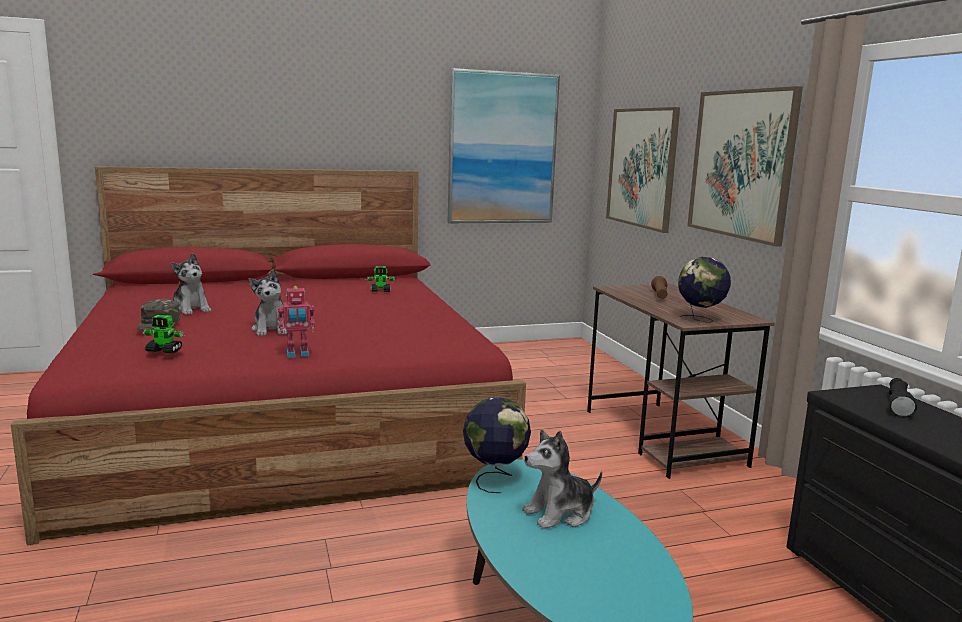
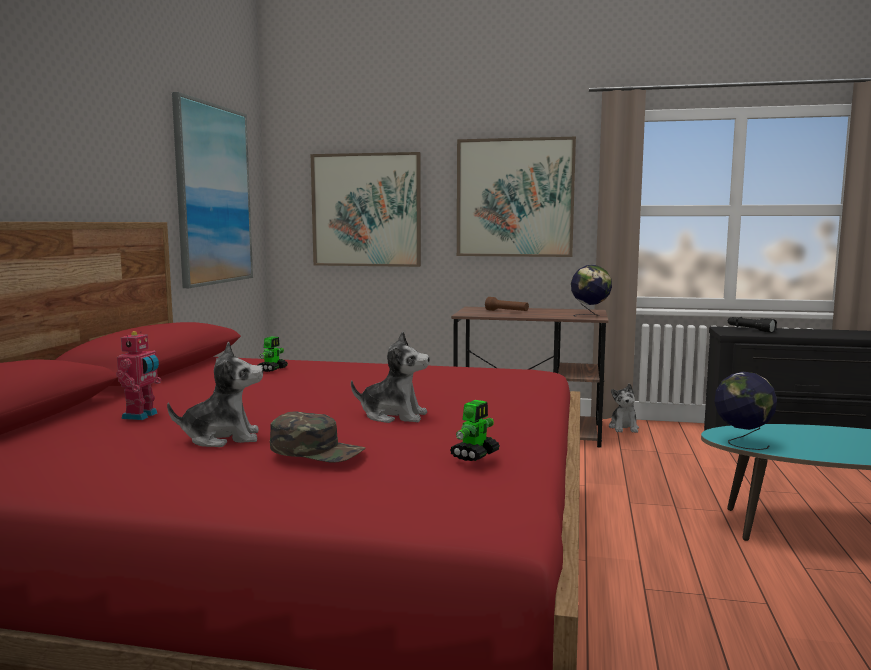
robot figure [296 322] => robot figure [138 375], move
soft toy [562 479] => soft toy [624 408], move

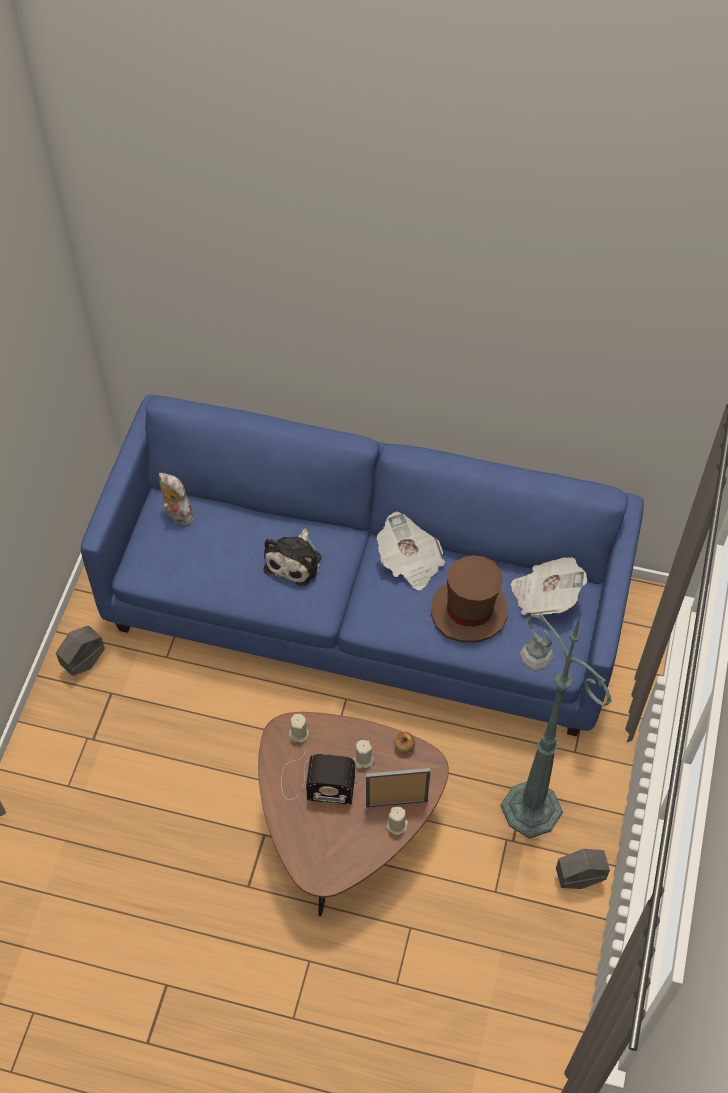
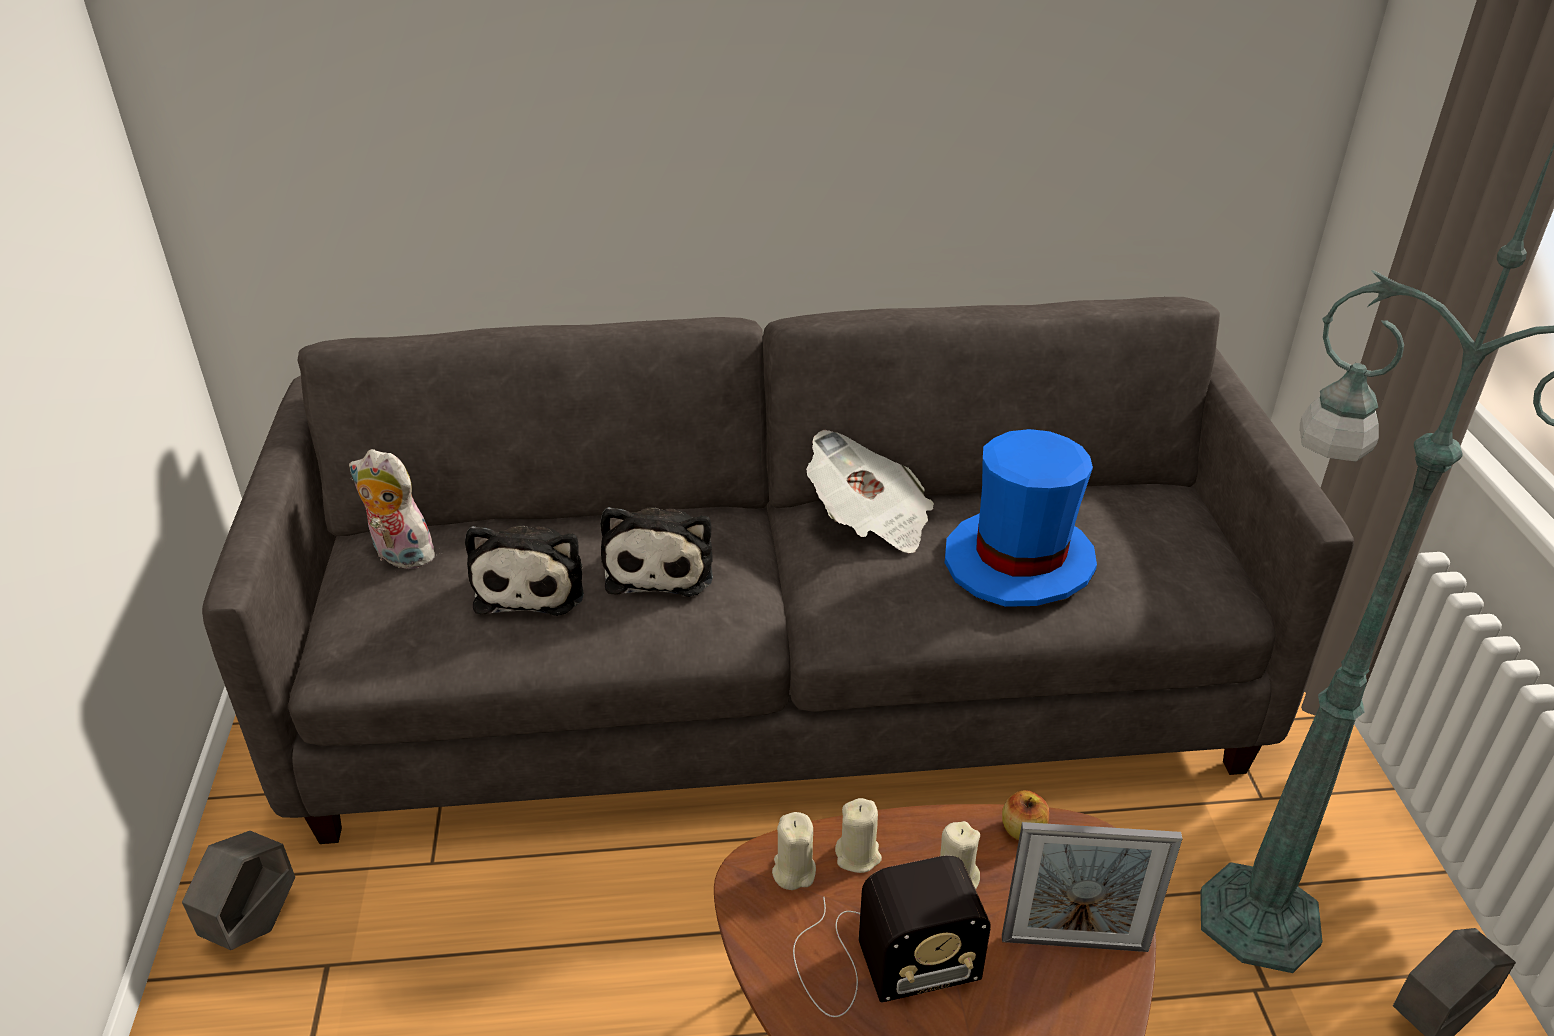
settee in bluish [362 565] => settee in grey [778 570]
picture frame [398 787] => picture frame [1092 887], 150 degrees counterclockwise
wax candle in beige [397 821] => wax candle in beige [858 835], move
hat in brown [469 599] => hat in bluish [1021 518]
newspaper [549 586] => nothing
nothing => soft toy [524 570]

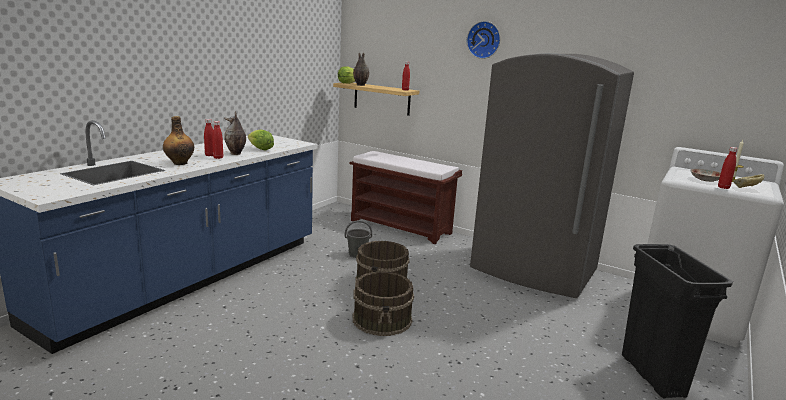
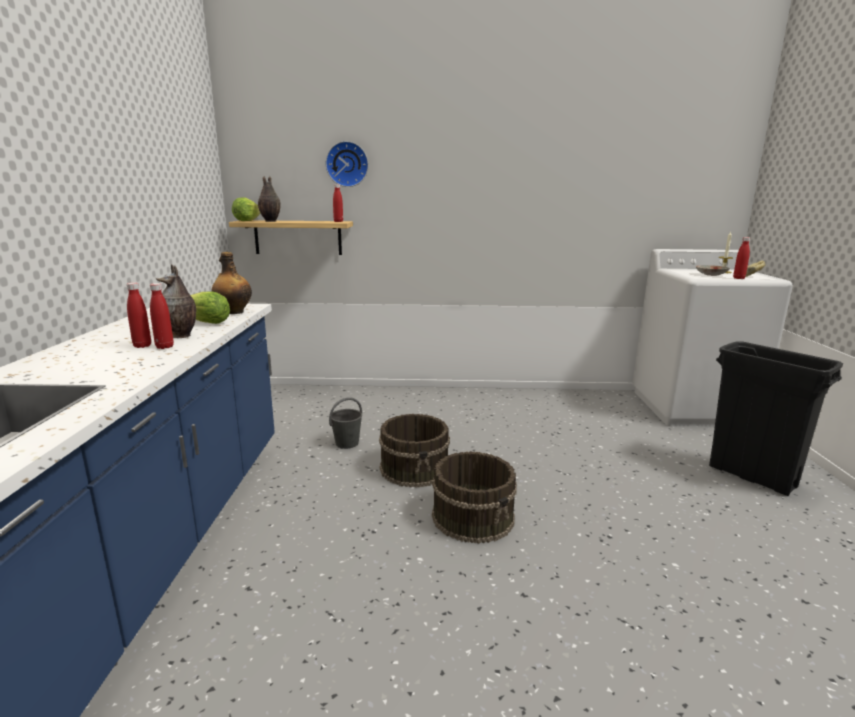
bottle [178 140] => bottle [231 283], move
long seat in brown [406 197] => nothing
wall clock [483 40] => wall clock [347 164], move
fridge in grey [552 175] => nothing

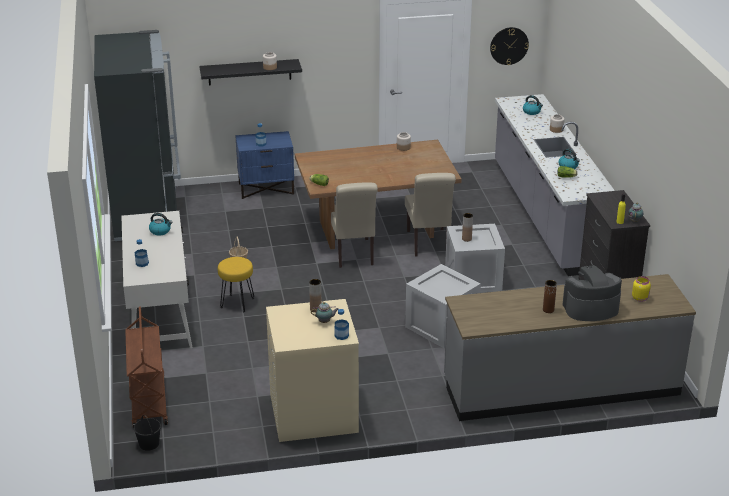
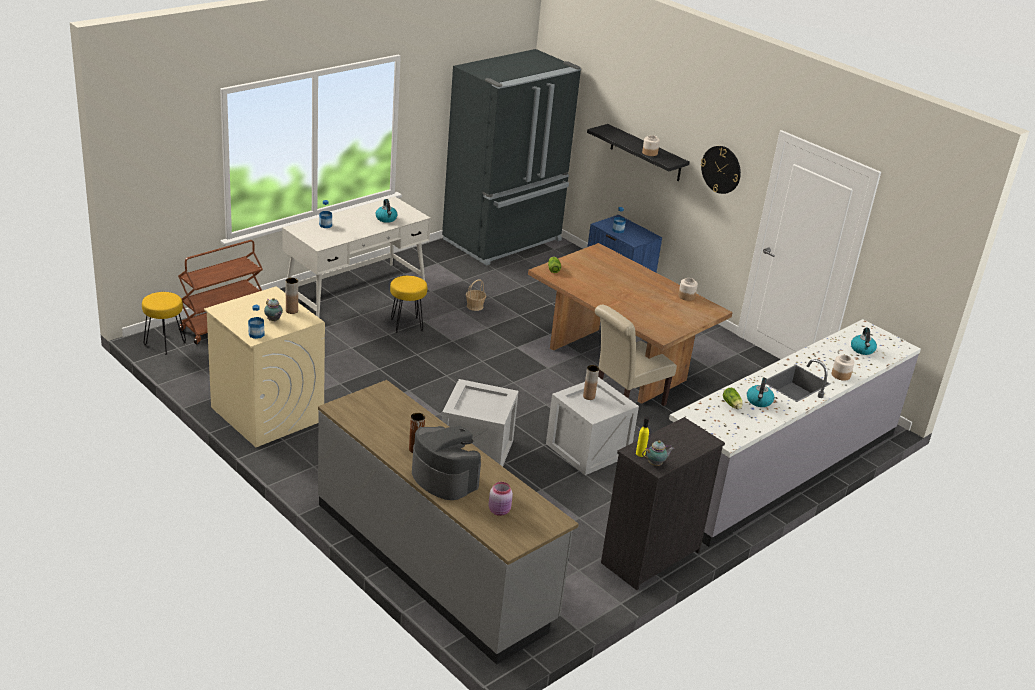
pail in blackish [147 433] => stool in yellowish [164 323]
upright chair in beige [354 225] => nothing
wall clock [509 46] => wall clock [721 170], move
jar in yellowish [641 289] => jar in pinkish [501 499]

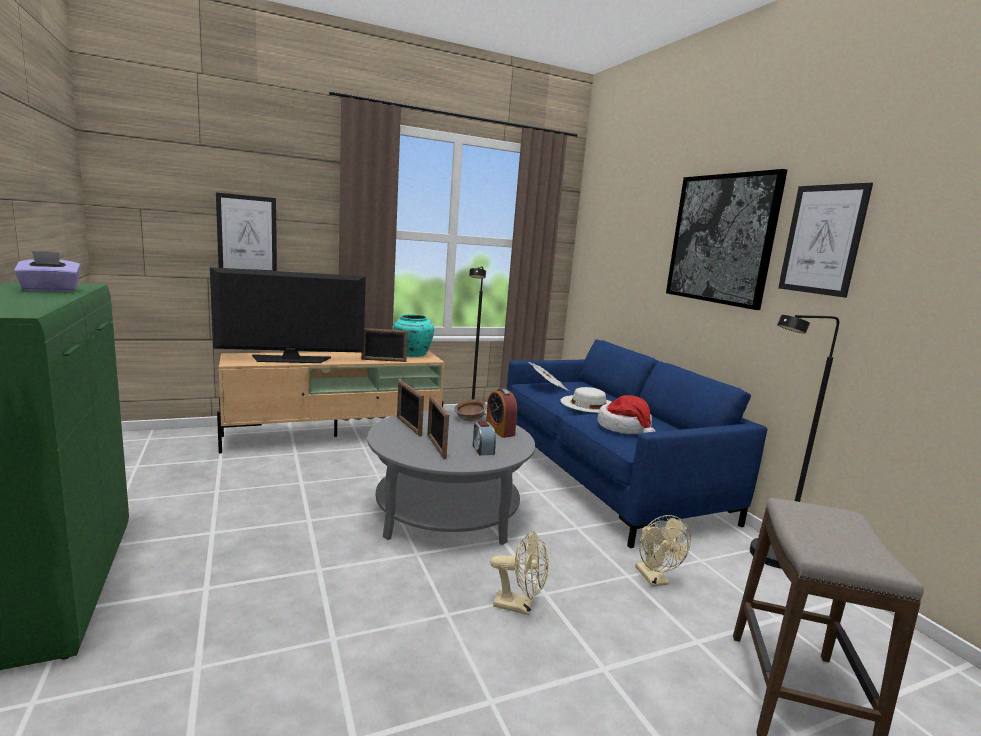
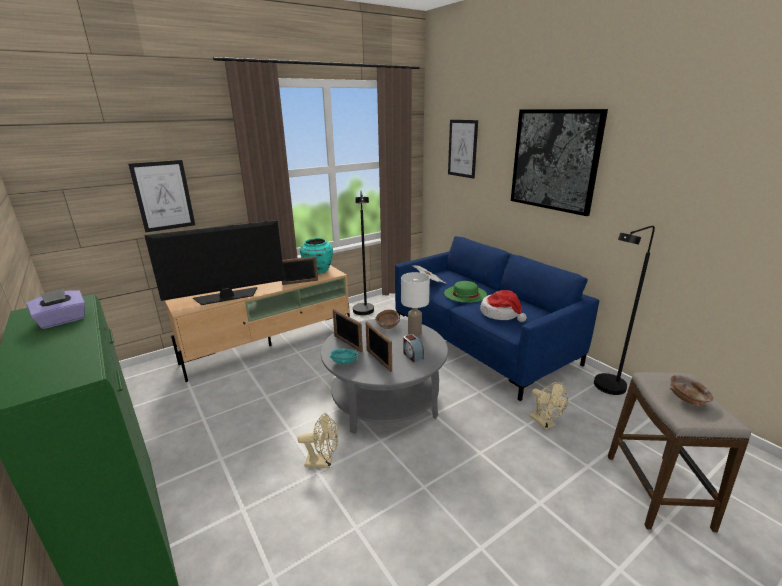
table clock [501 413] => lamp for a table in white [415 304]
fan in beige [519 573] => fan in beige [317 440], move
hat in white [585 400] => hat in greenish [465 292]
wall picture [825 240] => wall picture [463 149], move
nothing => serving bowl in turquoise-coloured [344 356]
nothing => serving bowl in brown [691 390]

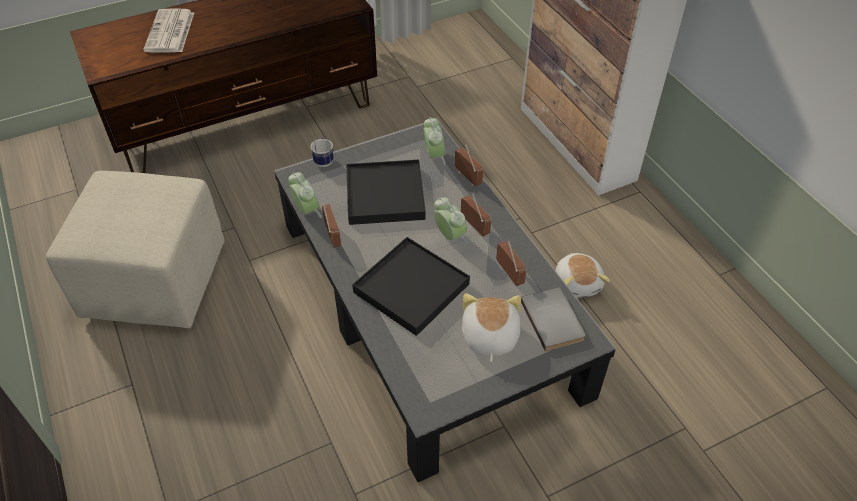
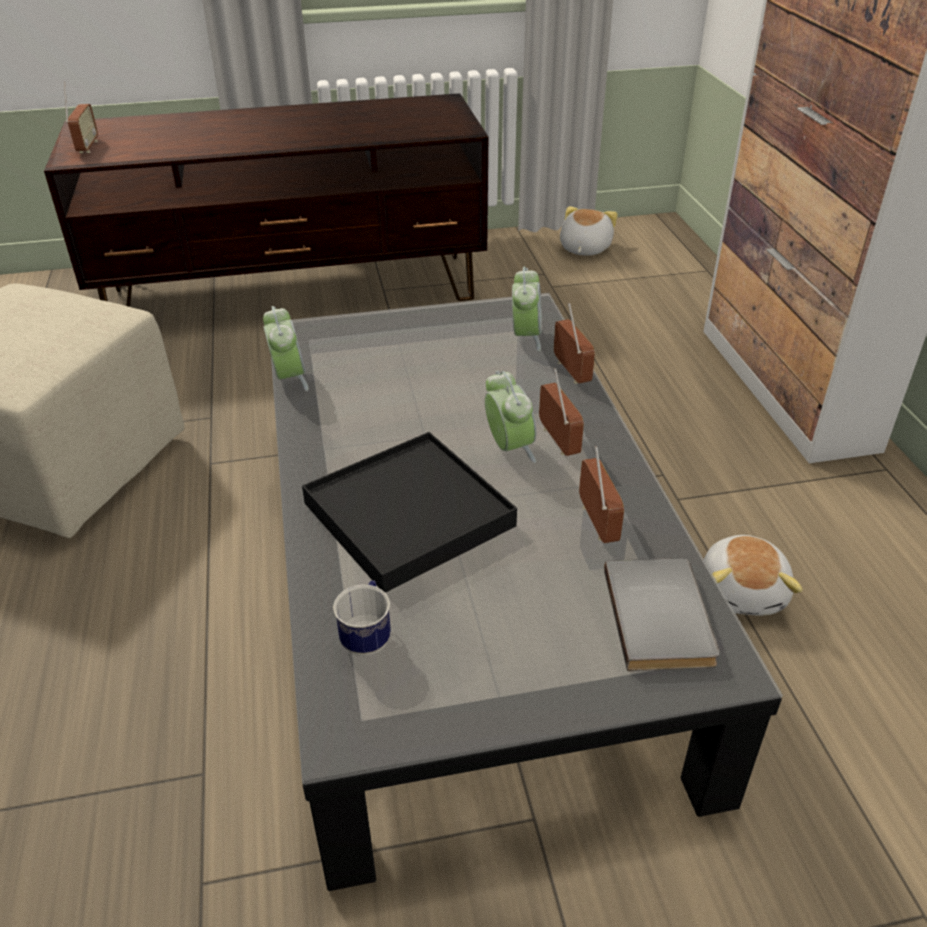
newspaper [168 30] => nothing
mug [322 152] => mug [362 618], move
radio set [331 225] => radio set [81 117], move
serving tray in blackish [386 192] => nothing
soft toy [491 327] => soft toy [589 231], move

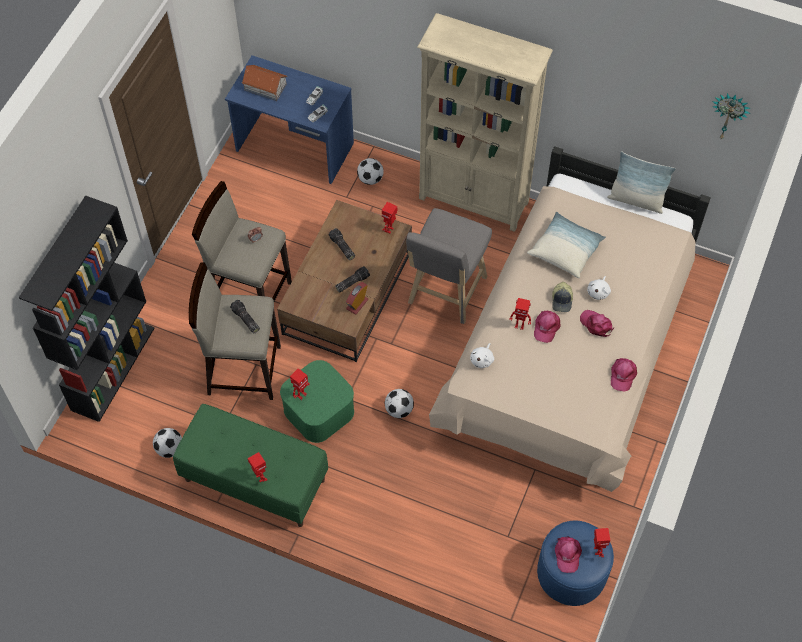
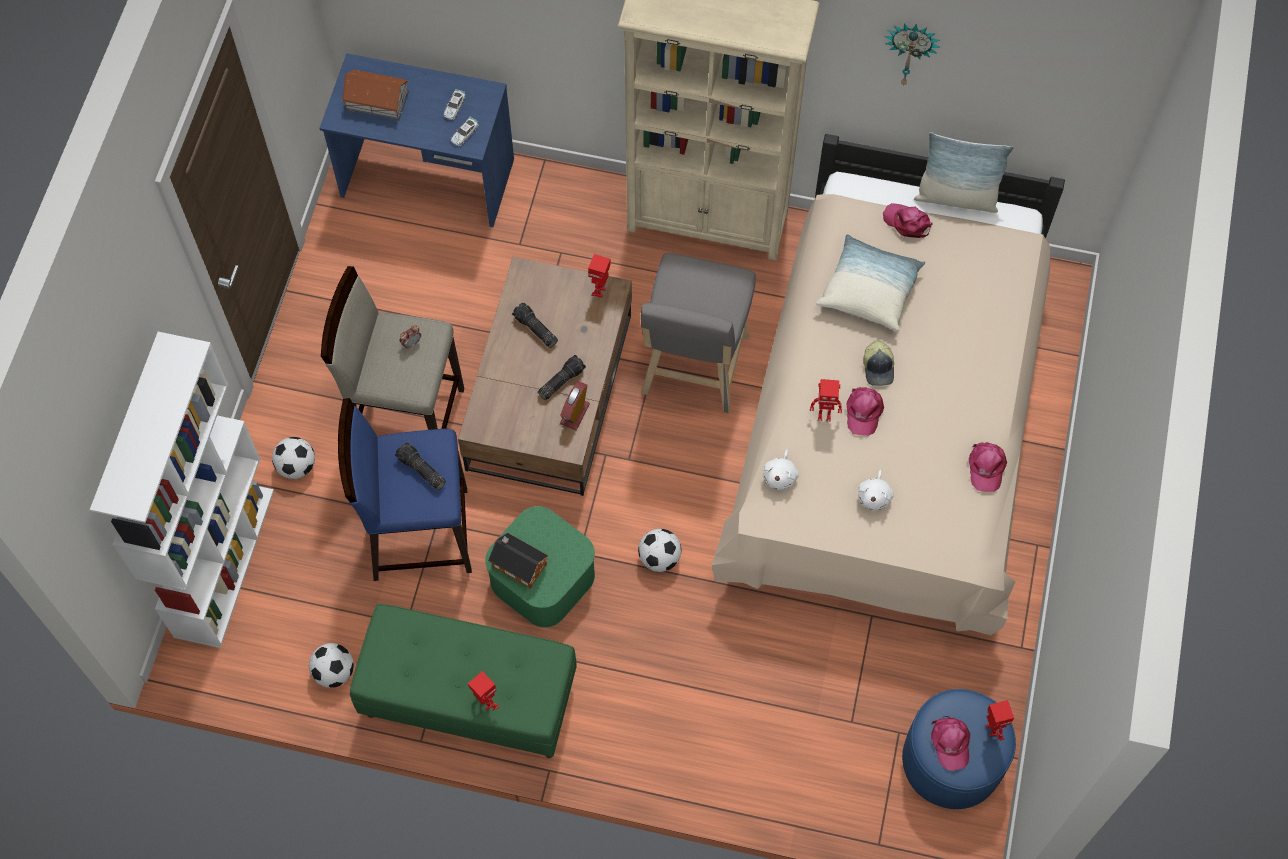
bookcase in blackish [87 308] => bookcase in white [182 490]
stool in beige [235 331] => stool in bluish [405 489]
robot figure [300 384] => toy house [518 561]
football [370 171] => football [293 458], move
peaked cap in pinkish [597 323] => peaked cap in pinkish [908 220], move
soft toy in white [599 288] => soft toy in white [876 490], move
wall clock [731 116] => wall clock [912 54], move

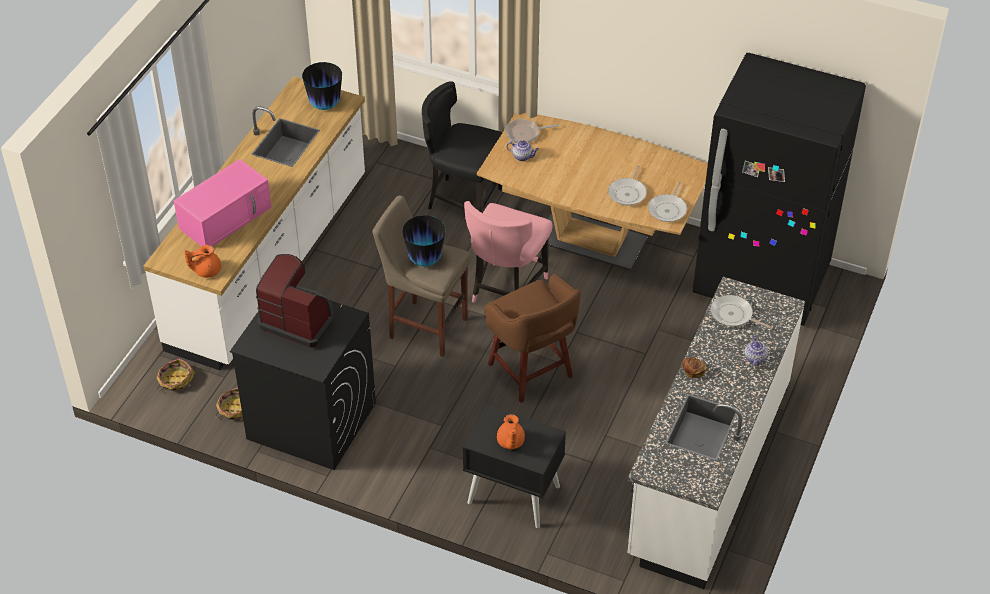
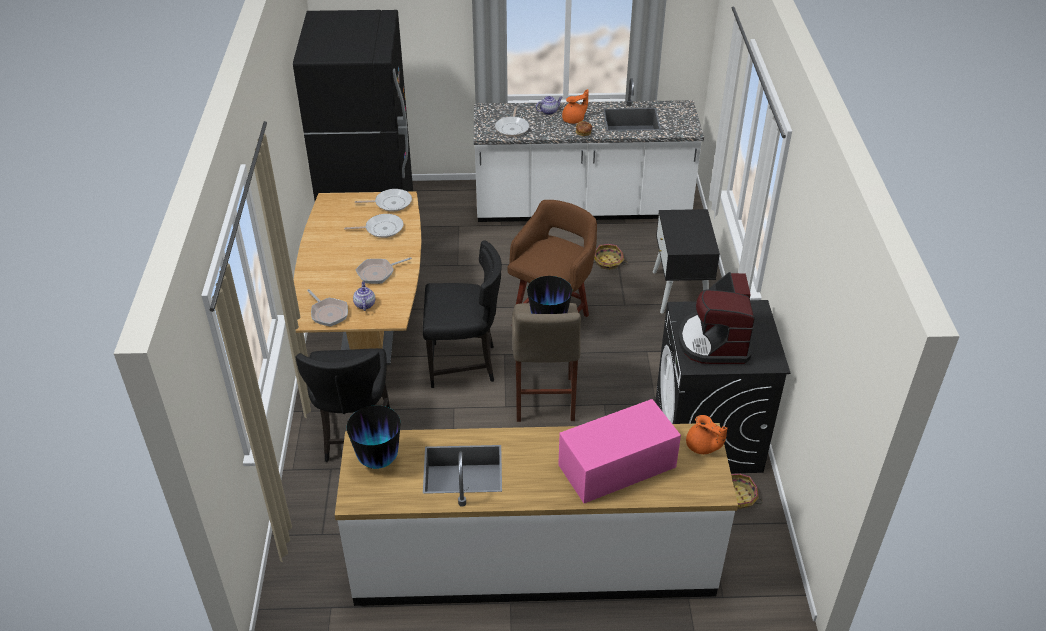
basket [176 374] => basket [610 257], move
kitchen microwave in pinkish [223 202] => kitchen microwave in pinkish [619 451], 45 degrees counterclockwise
upright chair in pinkish [508 252] => upright chair in blackish [462 314]
teapot in orange [511 431] => teapot in orange [575 106], move
nothing => frying pan [383 270]

